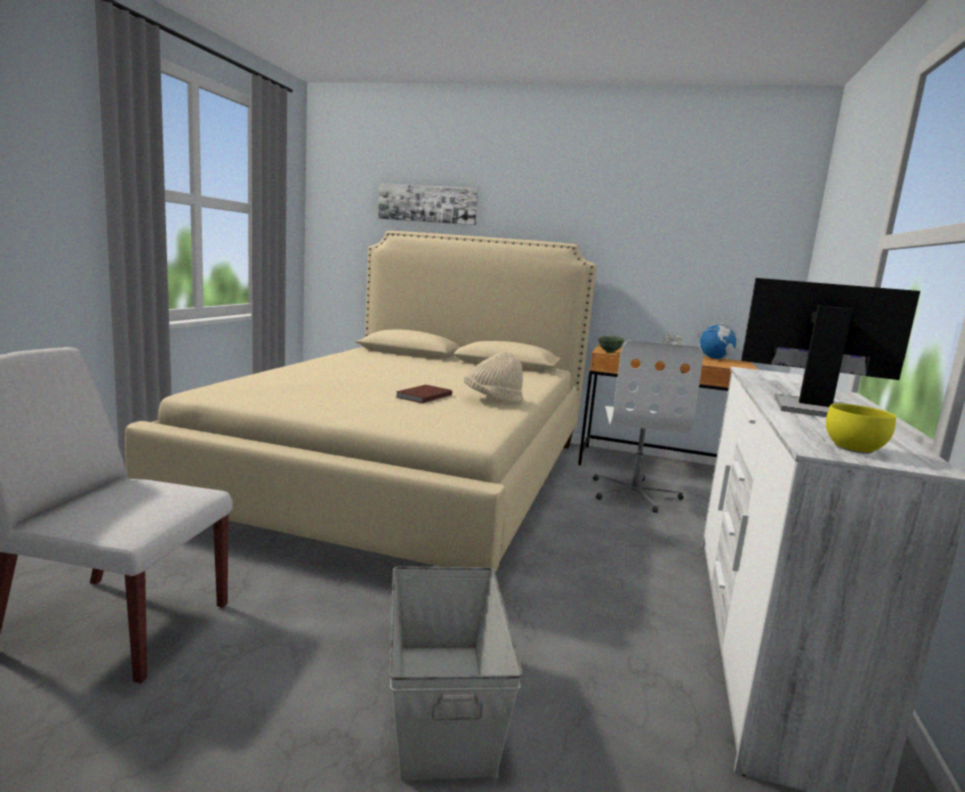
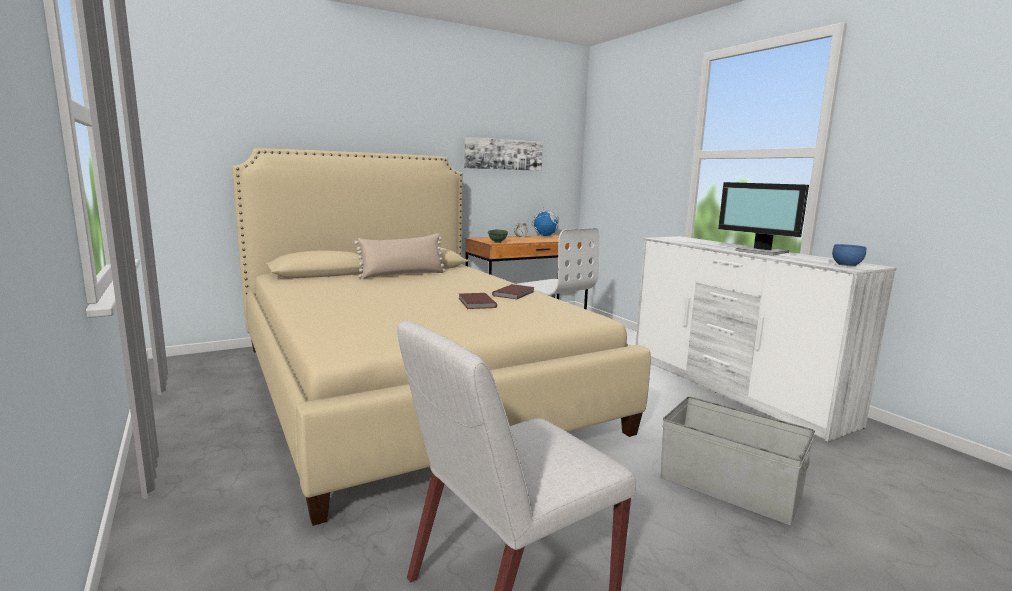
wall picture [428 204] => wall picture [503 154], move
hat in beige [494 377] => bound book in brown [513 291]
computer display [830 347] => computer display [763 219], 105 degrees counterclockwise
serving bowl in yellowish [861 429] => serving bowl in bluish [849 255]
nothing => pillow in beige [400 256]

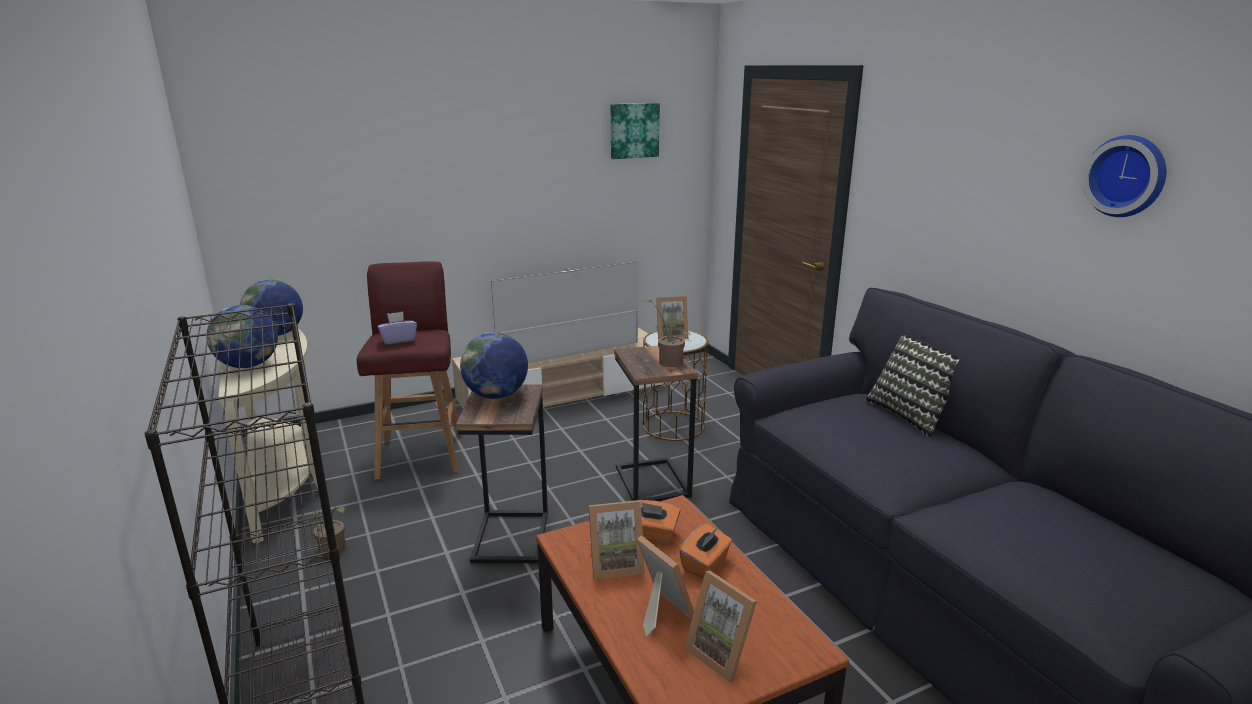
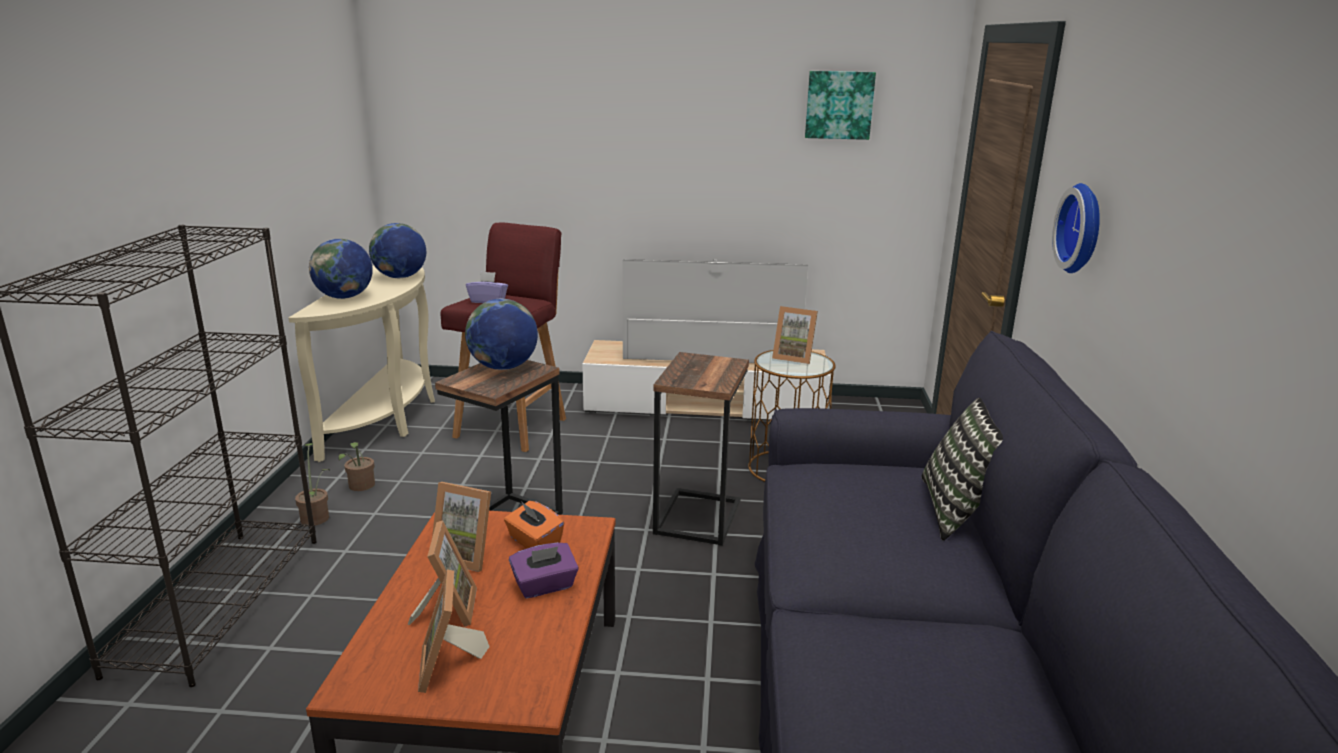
houseplant [667 333] => houseplant [312 484], move
tissue box in orange [705 550] => tissue box in purple-coloured [544 570]
wall clock [1124 176] => wall clock [1076 228], move

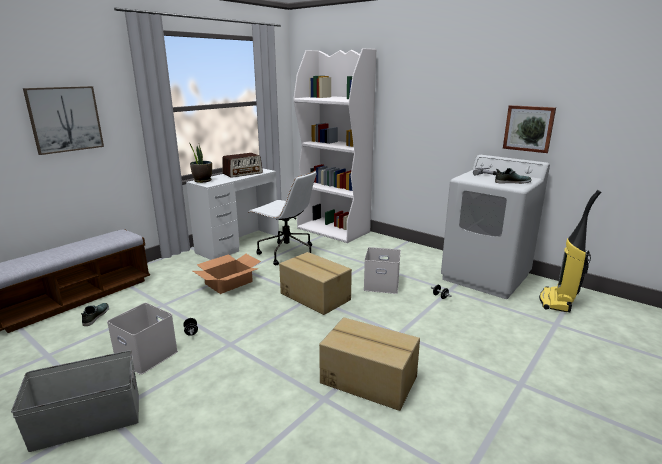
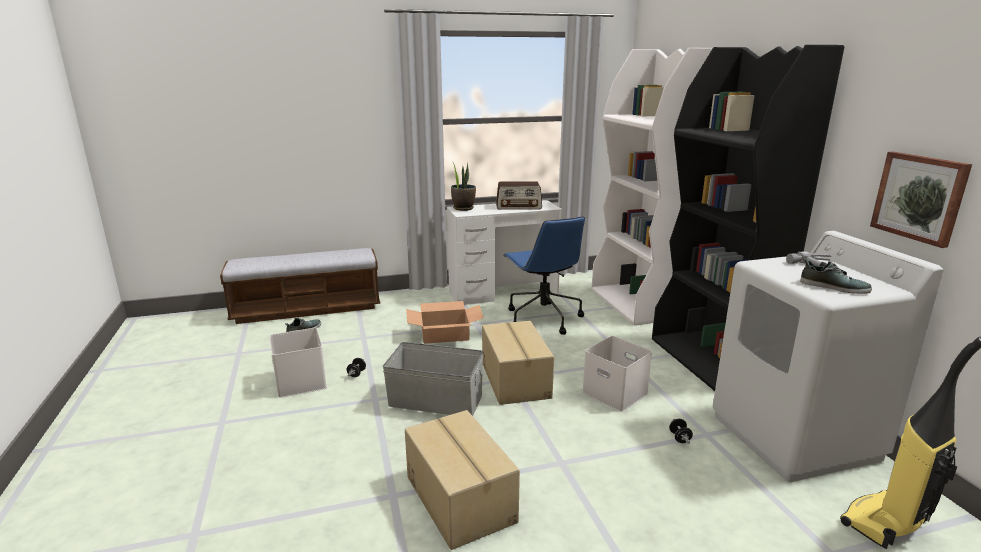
storage bin in grey [75 401] => storage bin in grey [433 379], move
wall picture [63 120] => nothing
office chair in white [283 218] => office chair in bluish [544 275]
nothing => bookcase in blackish [748 218]

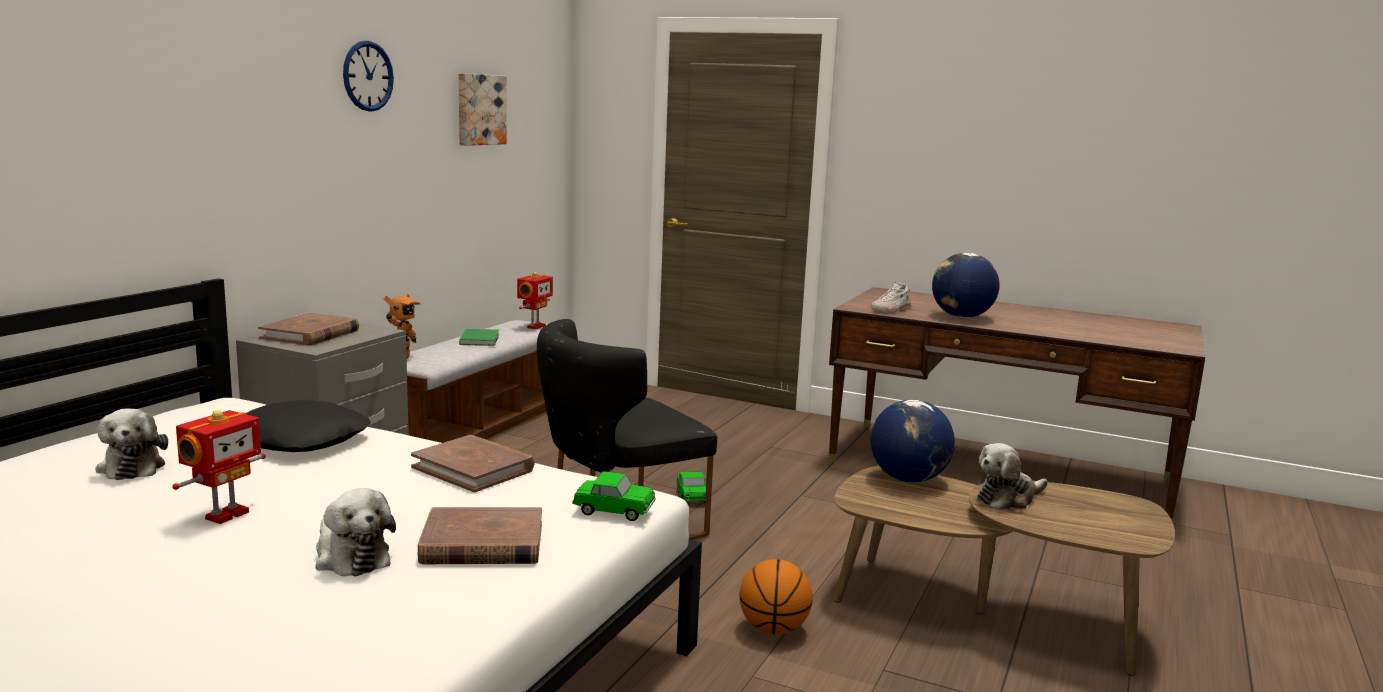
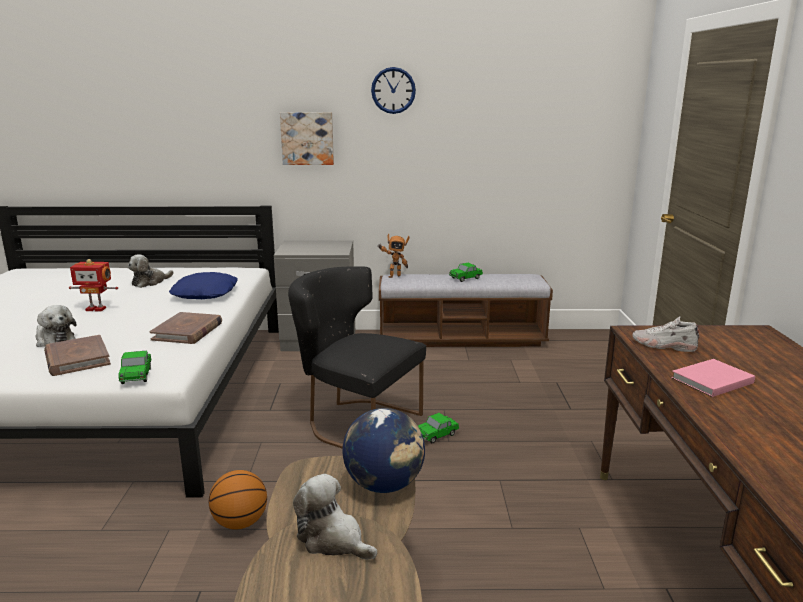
pillow in blackish [308 426] => pillow in bluish [203 285]
bound book in brown [308 329] => nothing
soft toy [355 532] => soft toy [56 326], 75 degrees counterclockwise
wall picture [483 109] => wall picture [307 138], move
bound book in greenish [479 337] => toy car [466 272]
robot figure [535 300] => nothing
globe [966 285] => bound book in pinkish [713 378]

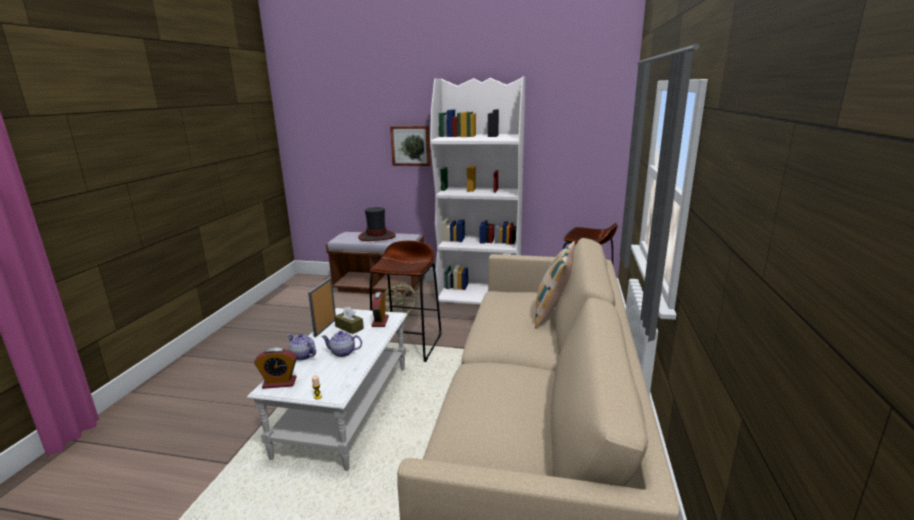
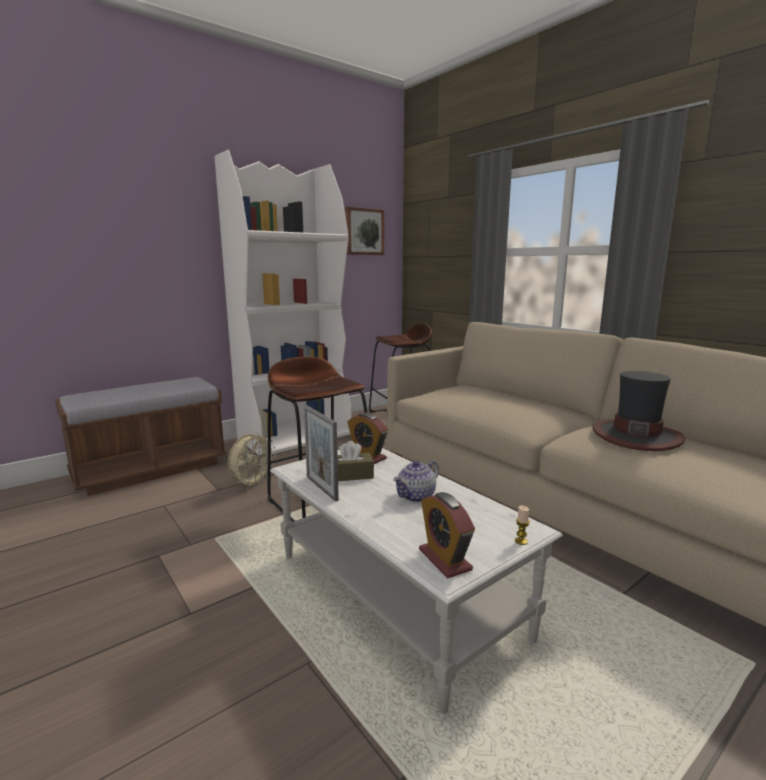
table clock [275 368] => table clock [447 535], 120 degrees clockwise
teapot [301 347] => nothing
hat [377 224] => hat [638 411], move
wall picture [410 146] => wall picture [365 231], move
pillow [555 285] => nothing

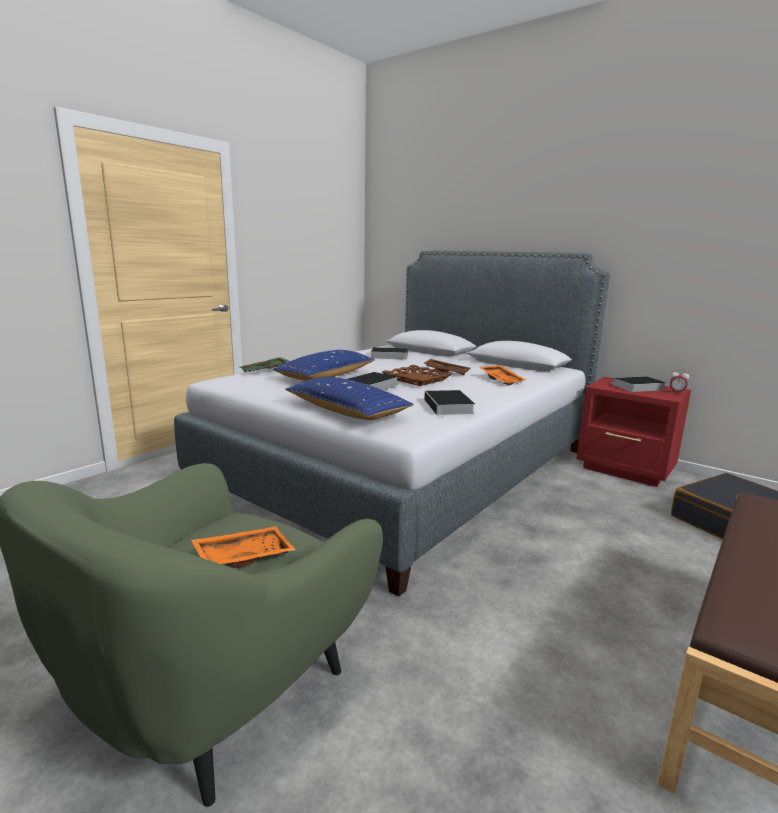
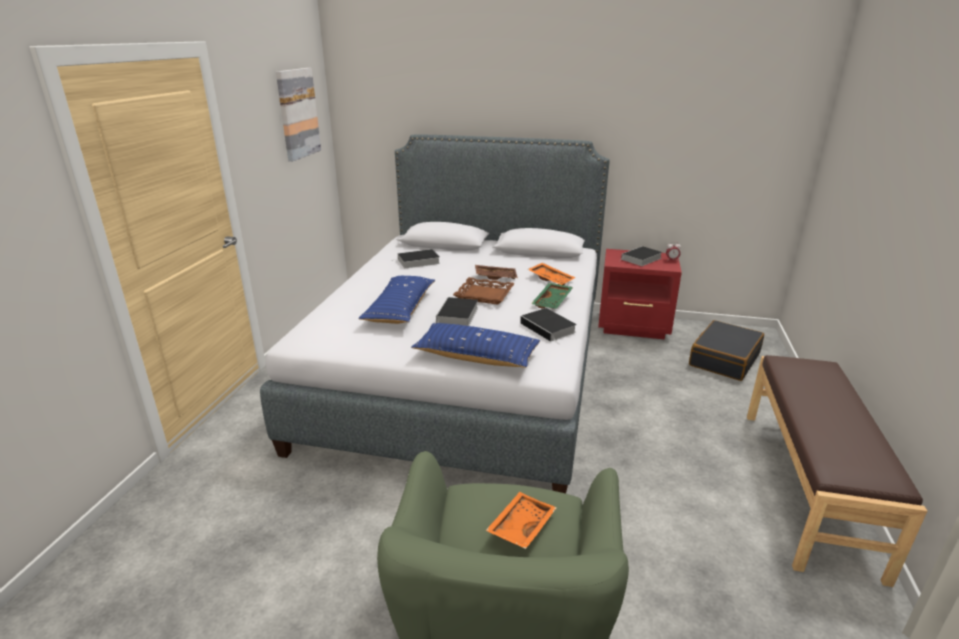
serving tray in greenish [264 364] => serving tray in greenish [552 296], move
nothing => wall picture [298 115]

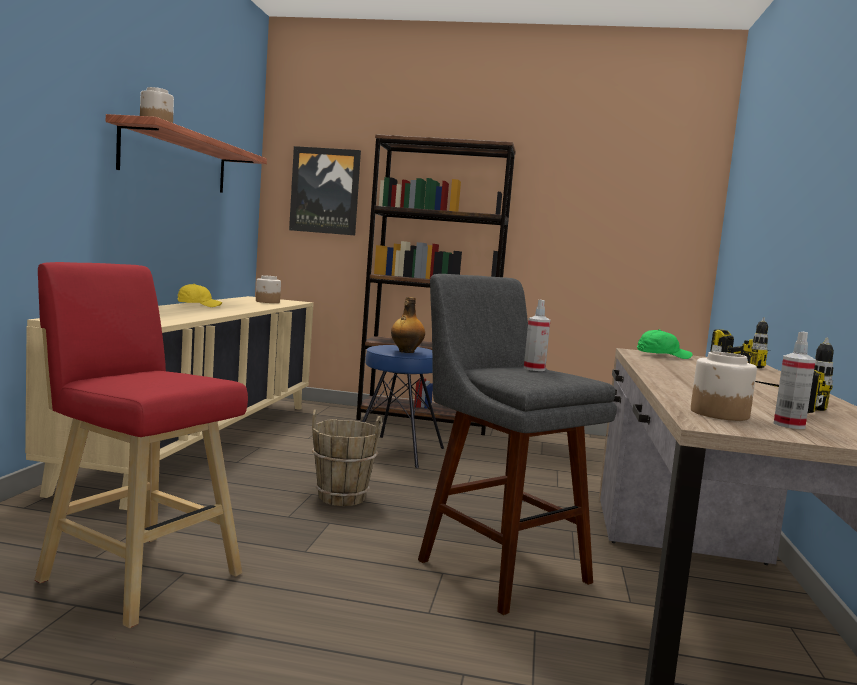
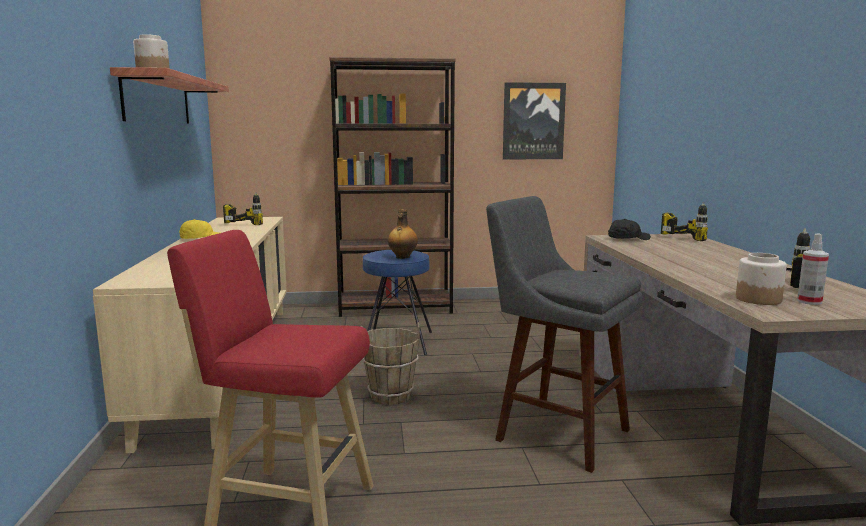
jar [268 289] => electric drill [243 208]
wall picture [325 190] => wall picture [534 120], move
hand sprayer [537 335] => nothing
peaked cap in greenish [665 344] => peaked cap in blackish [629 229]

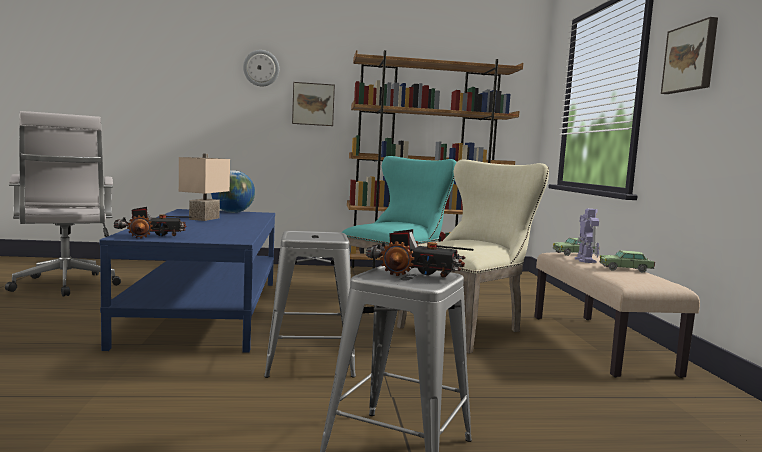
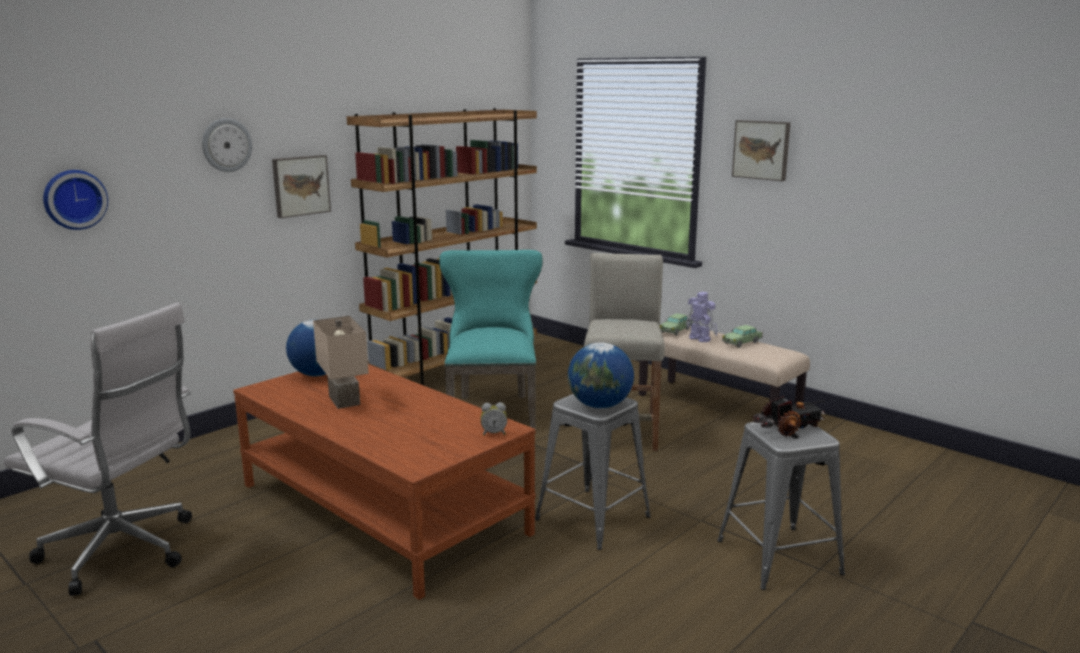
low table in bluish [187 281] => low table in brown [384 482]
model truck [153 223] => nothing
upright chair in beige [473 257] => stool in beige [624 352]
nothing => wall clock [75 200]
nothing => table clock [494 419]
nothing => globe [601 375]

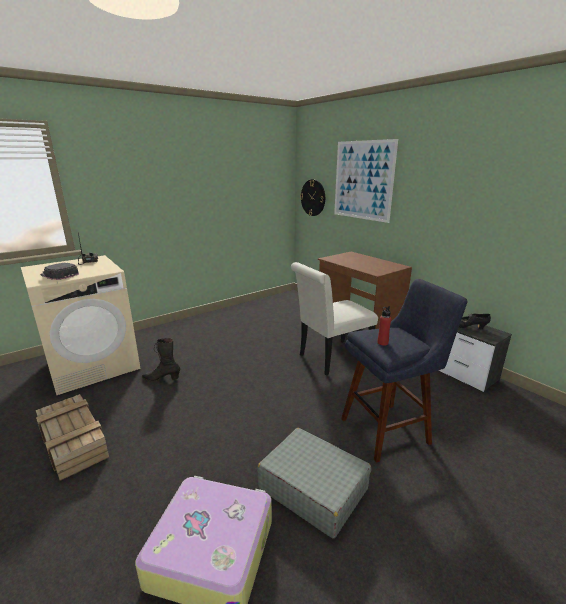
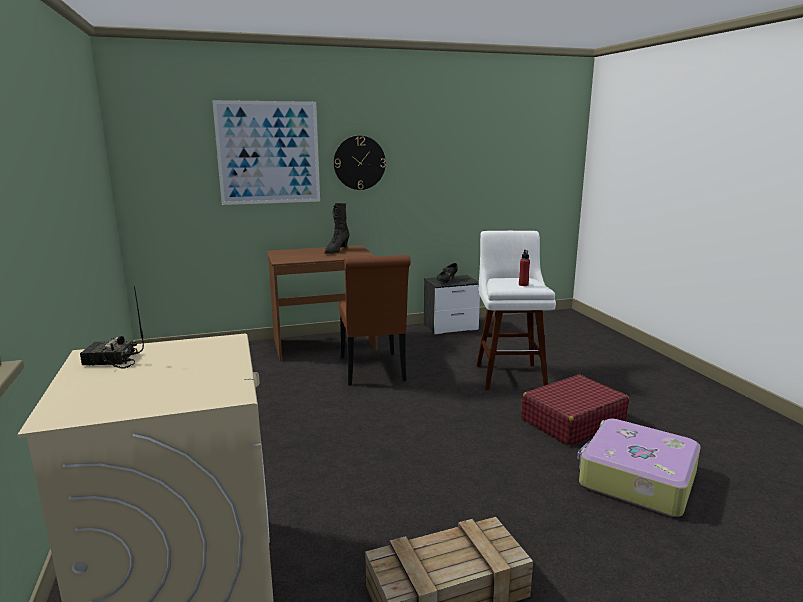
peaked cap in blackish [59 271] => nothing
boot in blackish [161 360] => boot in blackish [336 228], move
travel case in grey [314 483] => travel case in red-coloured [575 410]
upright chair in white [334 318] => upright chair in brown [375 320]
wall clock [312 197] => wall clock [360 163], move
stool in bluish [404 371] => stool in white [516 310]

